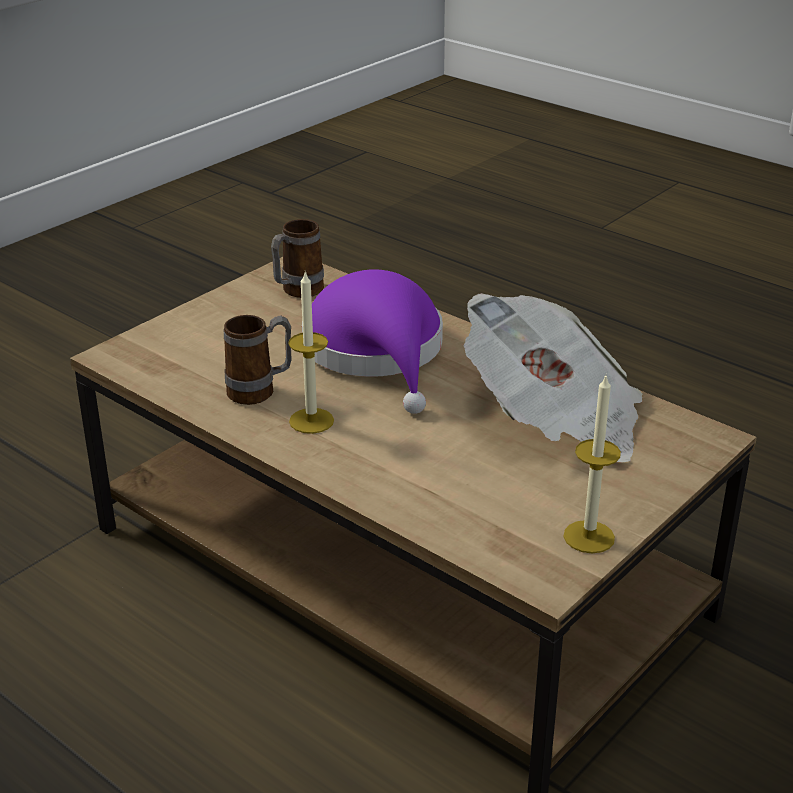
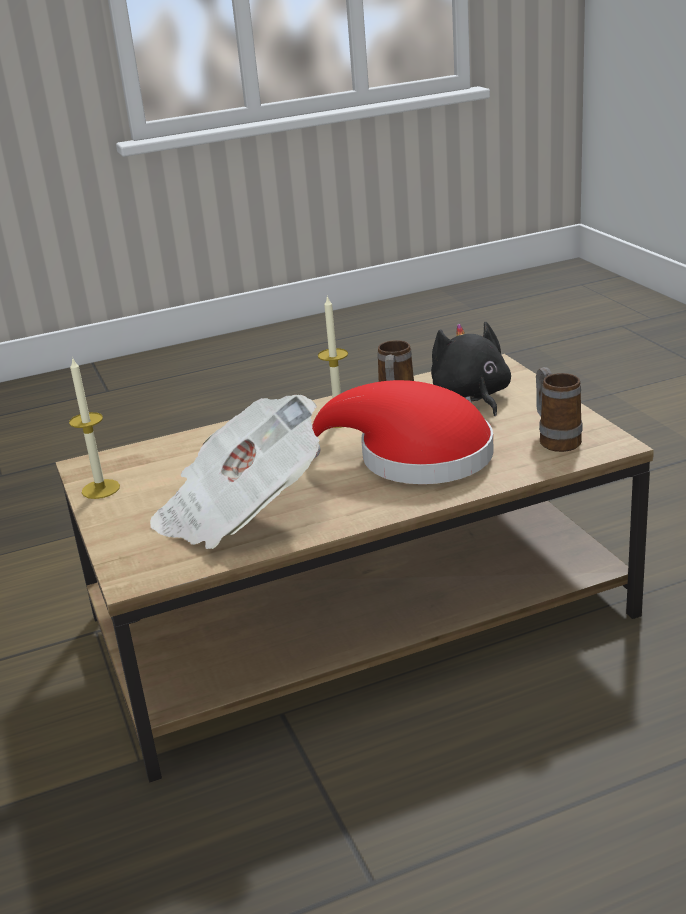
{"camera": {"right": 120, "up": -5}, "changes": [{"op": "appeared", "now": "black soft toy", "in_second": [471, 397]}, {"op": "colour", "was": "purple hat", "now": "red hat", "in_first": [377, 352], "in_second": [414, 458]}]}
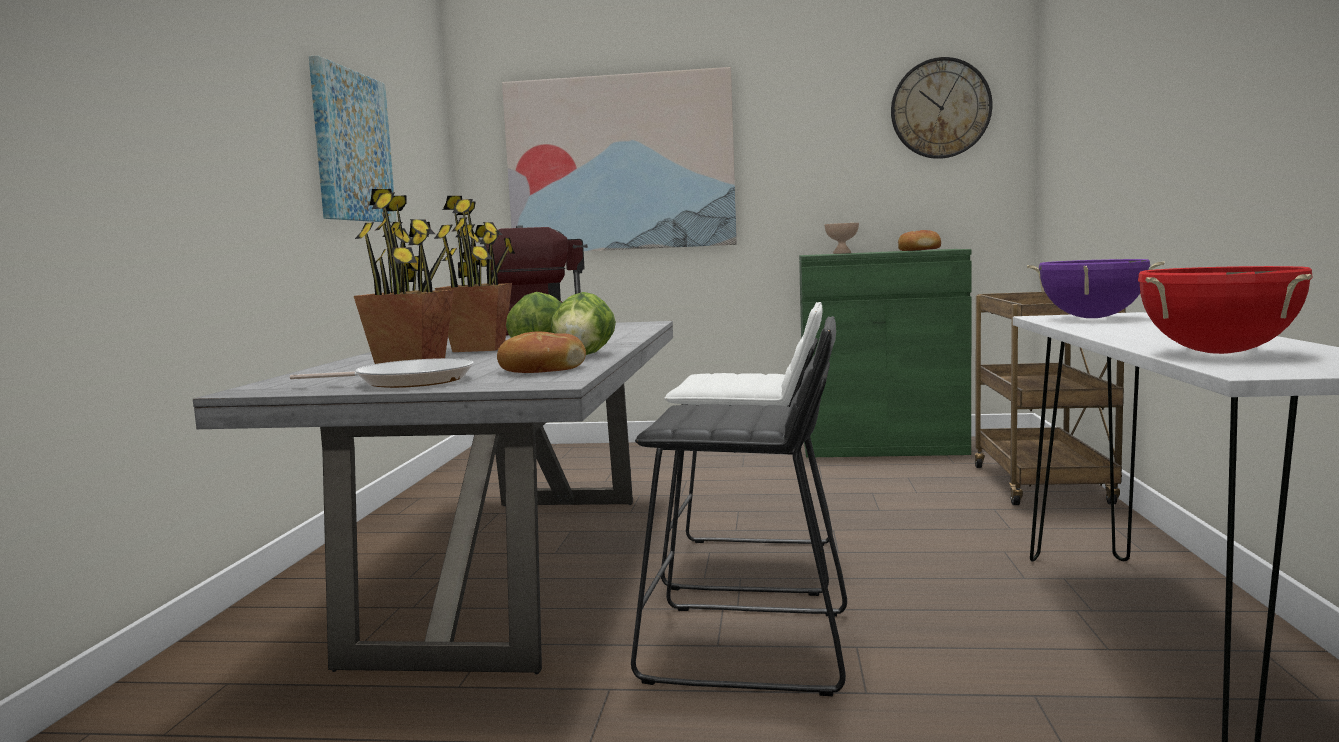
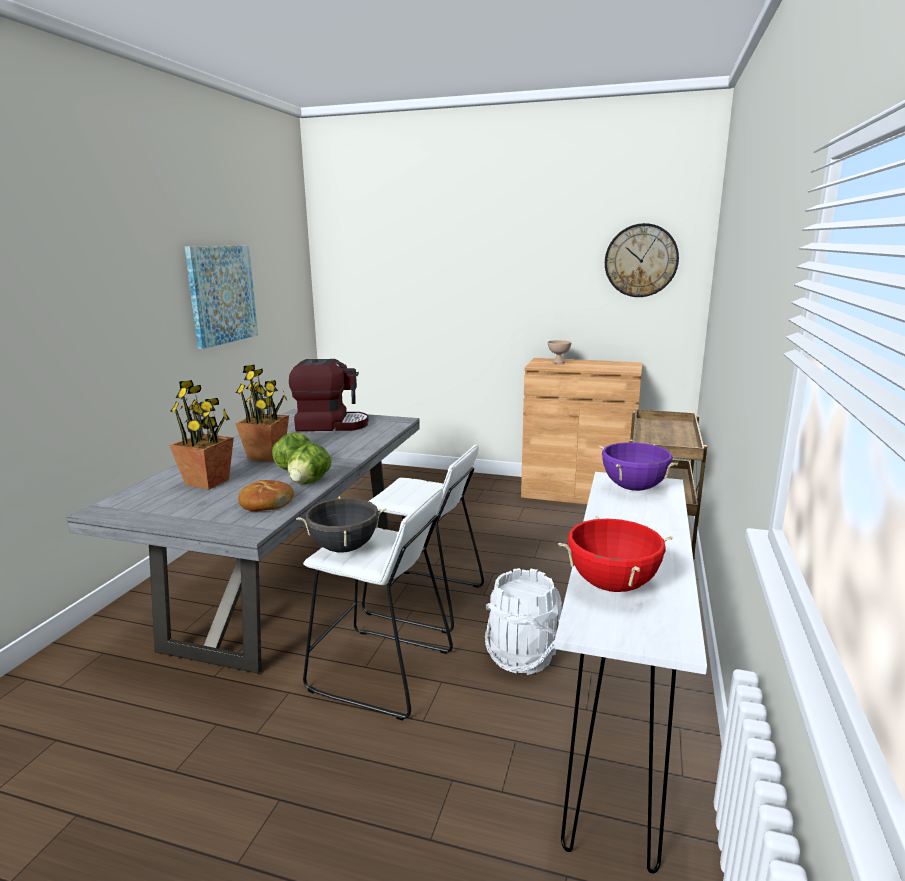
{"camera": {"right": 10, "up": 10}, "changes": [{"op": "missing", "was": "skillet", "in_first": [407, 381]}, {"op": "missing", "was": "wall picture", "in_first": [620, 163]}, {"op": "missing", "was": "baked bread", "in_first": [919, 250]}, {"op": "appeared", "now": "black saucepot", "in_second": [344, 548]}, {"op": "appeared", "now": "white-coloured pail", "in_second": [522, 656]}, {"op": "colour", "was": "black stool", "now": "white-coloured stool", "in_first": [747, 647], "in_second": [380, 672]}, {"op": "colour", "was": "green-coloured cabinet", "now": "brown-coloured cabinet", "in_first": [883, 447], "in_second": [577, 493]}]}
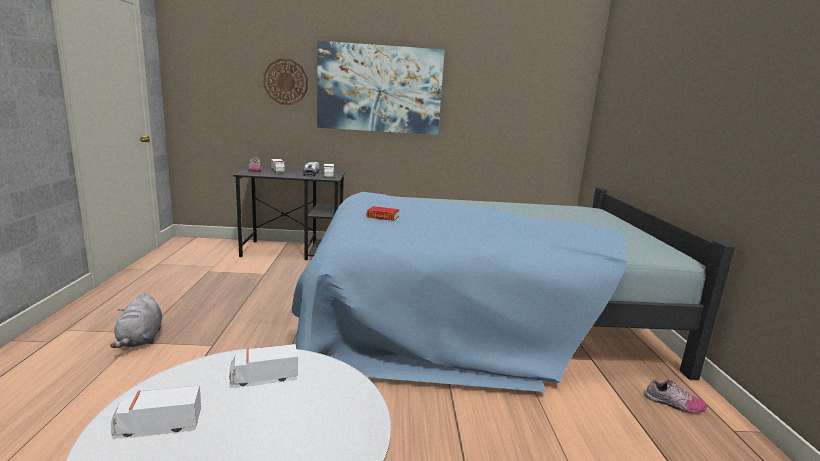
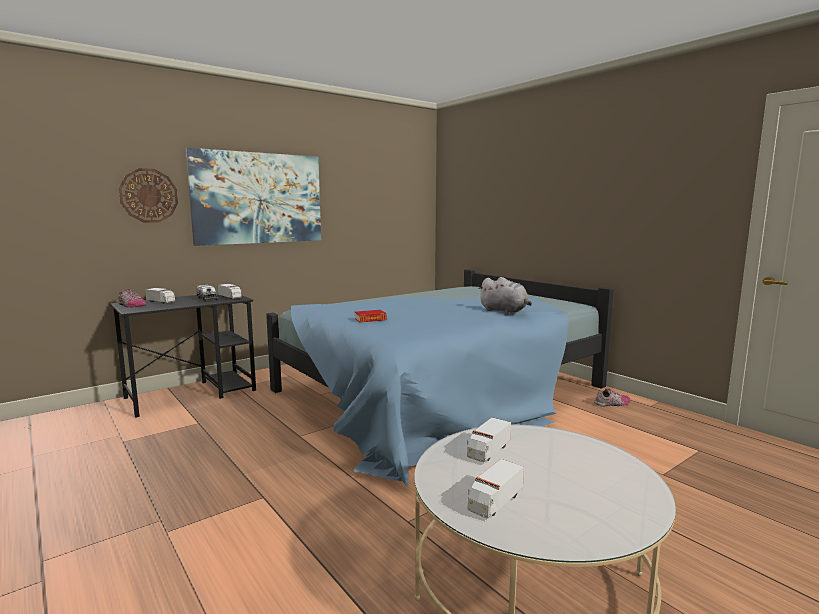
{"camera": {"right": -35, "up": -5}, "changes": [{"op": "relocated", "was": "greyish soft toy", "in_first": [140, 339], "in_second": [505, 311]}]}
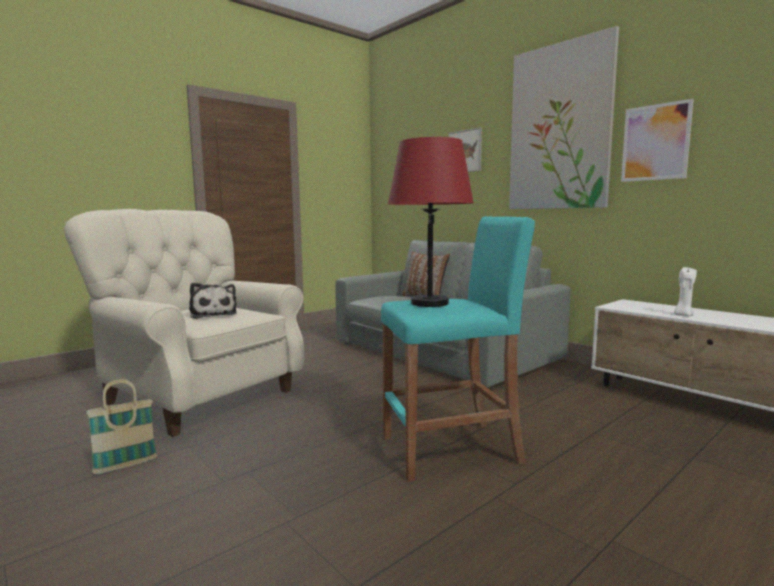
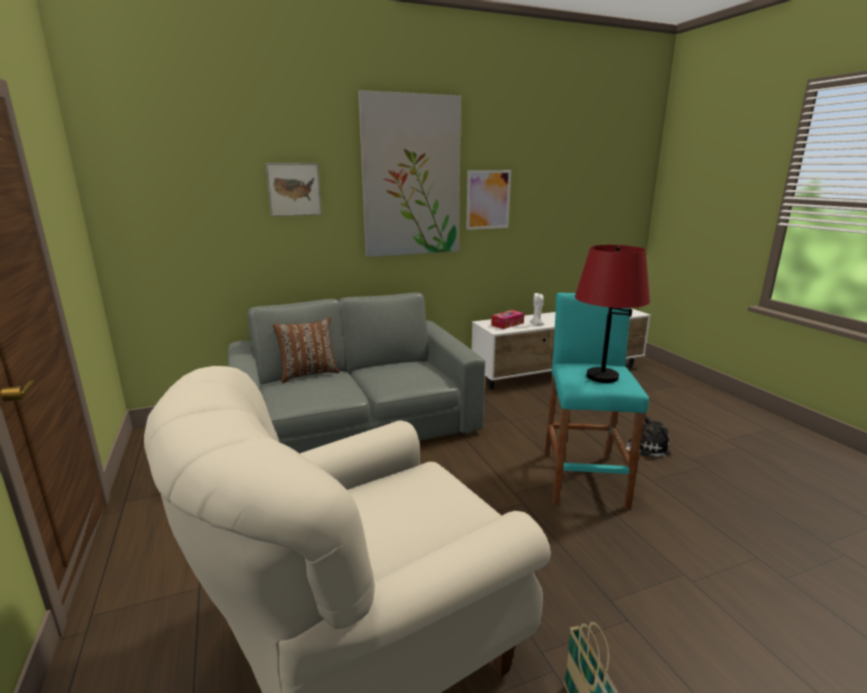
{"camera": {"right": -70, "up": 10}, "changes": [{"op": "appeared", "now": "box of tissues", "in_second": [507, 324]}, {"op": "relocated", "was": "soft toy", "in_first": [213, 314], "in_second": [645, 447]}]}
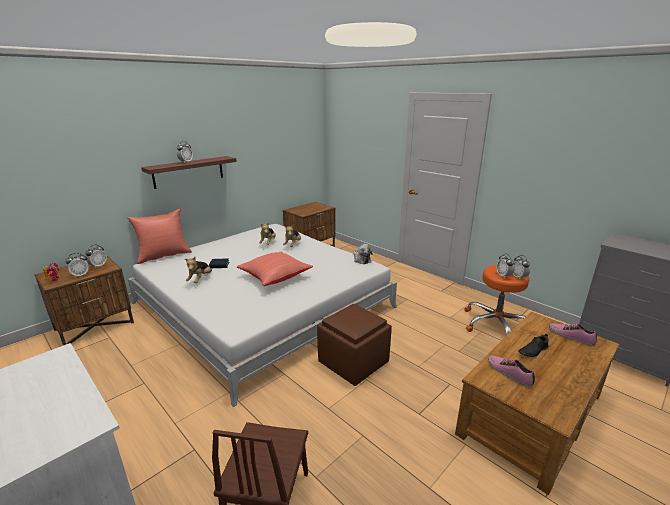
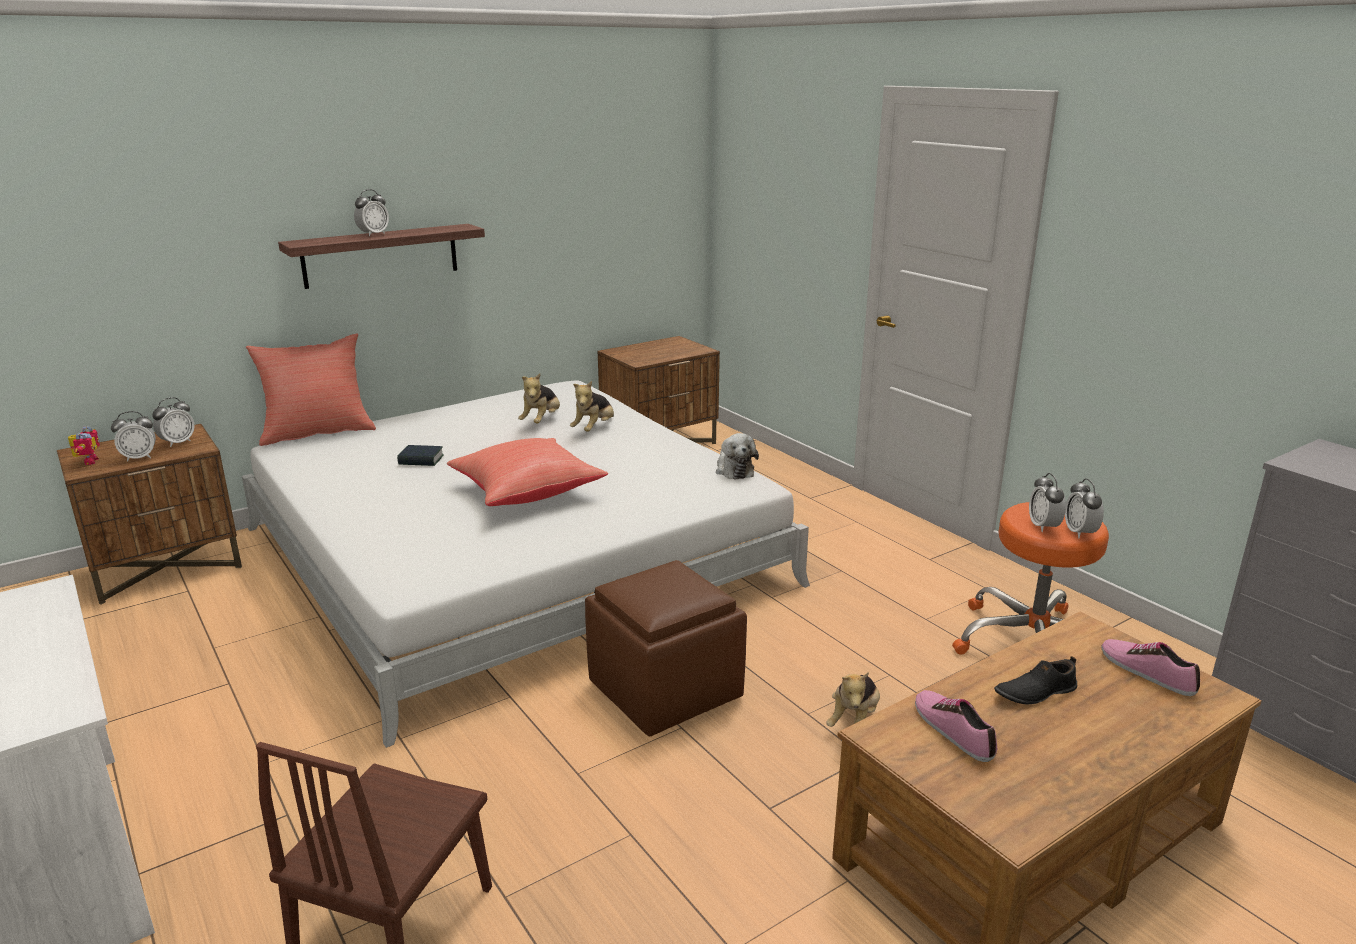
{"camera": {"right": 10, "up": 0}, "changes": [{"op": "relocated", "was": "soft toy", "in_first": [200, 280], "in_second": [854, 720]}]}
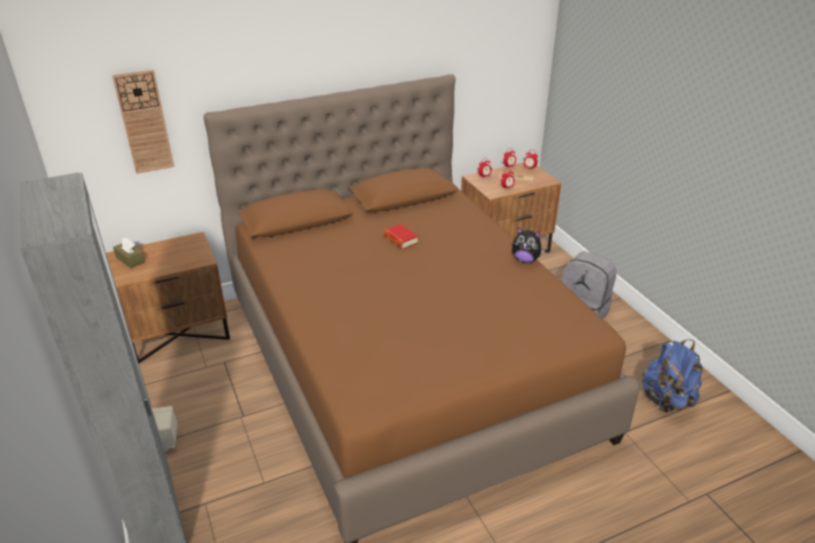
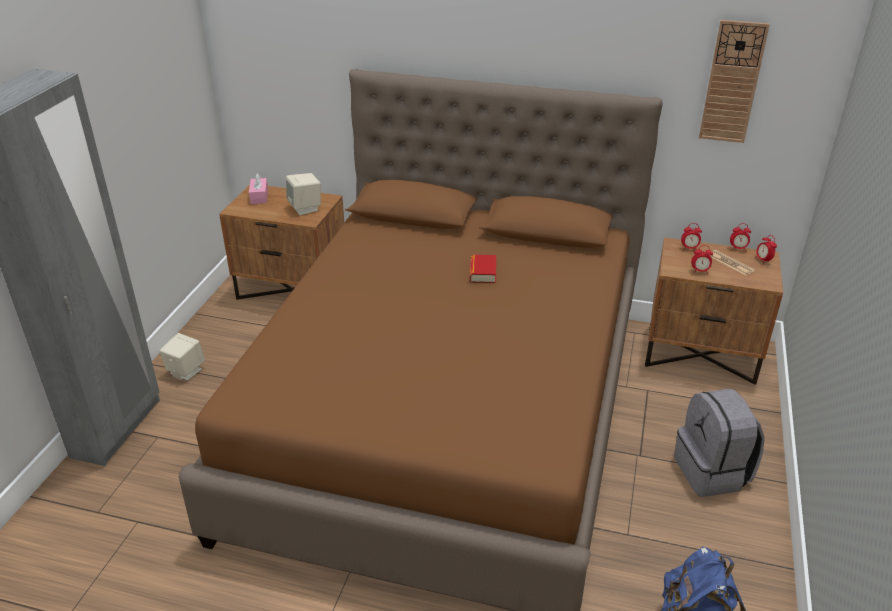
{"camera": {"right": 40, "up": 0}, "changes": [{"op": "missing", "was": "soft toy", "in_first": [525, 259]}, {"op": "appeared", "now": "sand-coloured speaker", "in_second": [305, 208]}, {"op": "relocated", "was": "hanging clock", "in_first": [144, 122], "in_second": [732, 82]}, {"op": "colour", "was": "brown-coloured box of tissues", "now": "pink box of tissues", "in_first": [130, 260], "in_second": [259, 196]}]}
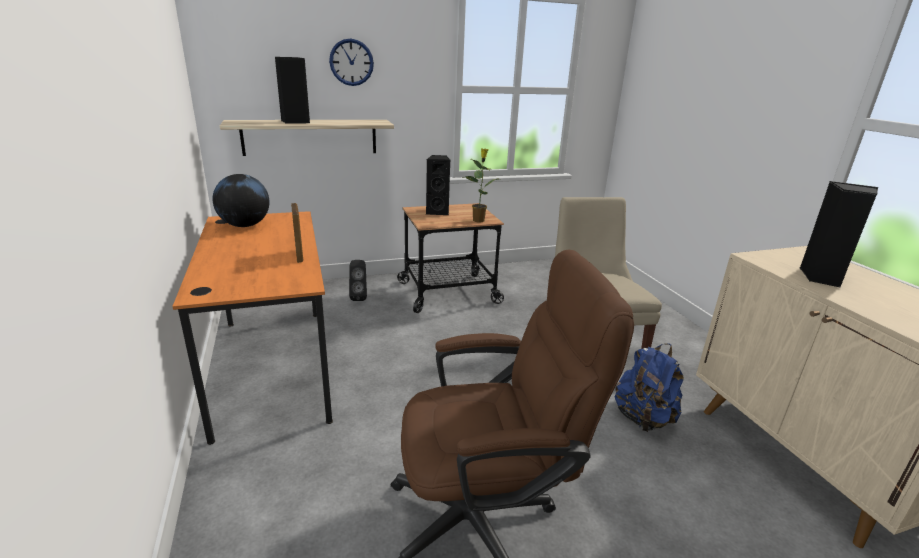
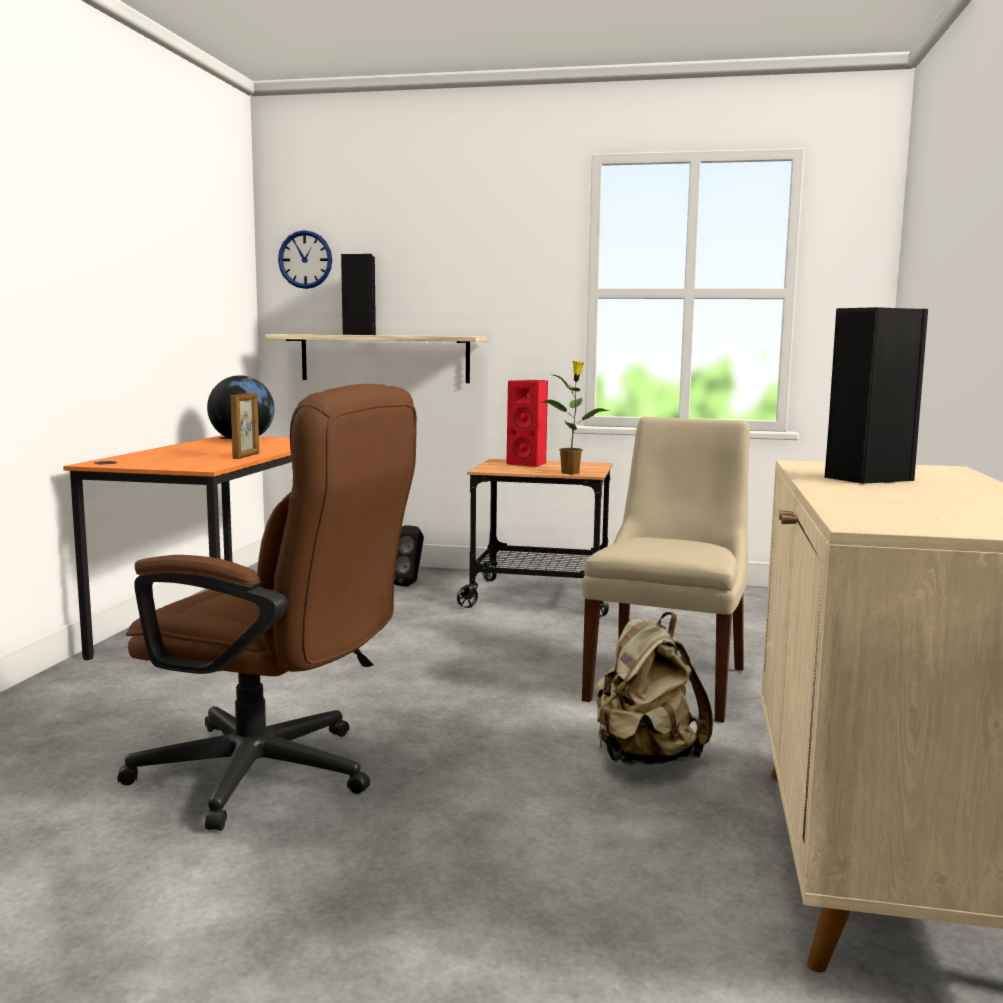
{"camera": {"right": 30, "up": -15}, "changes": [{"op": "relocated", "was": "hanging clock", "in_first": [351, 62], "in_second": [305, 259]}, {"op": "colour", "was": "black speaker", "now": "red speaker", "in_first": [437, 212], "in_second": [529, 464]}, {"op": "colour", "was": "bluish backpack", "now": "sand-coloured backpack", "in_first": [643, 418], "in_second": [645, 757]}]}
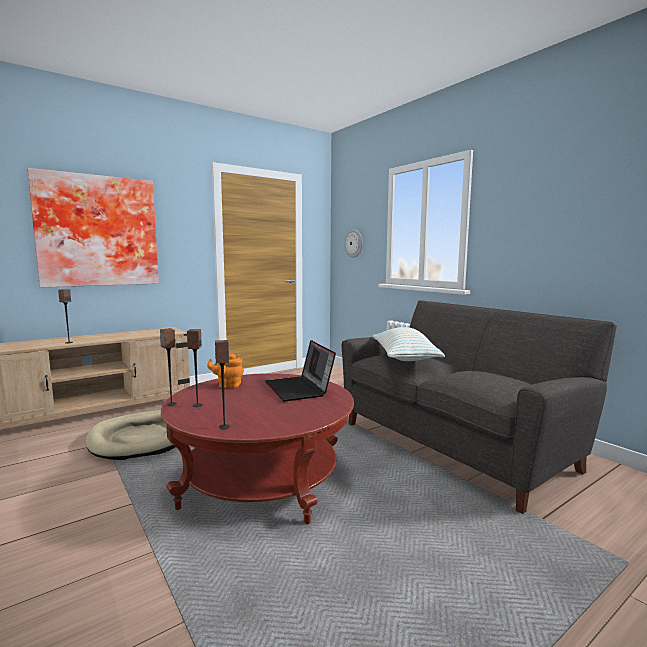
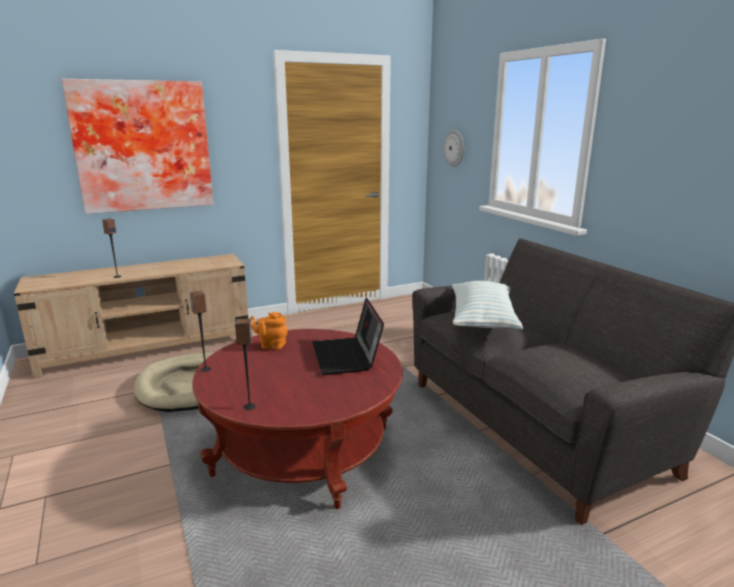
{"camera": {"right": 10, "up": 10}, "changes": [{"op": "missing", "was": "speaker", "in_first": [197, 405]}]}
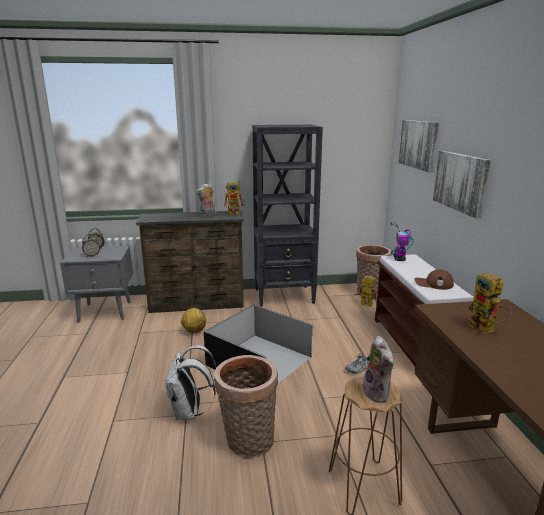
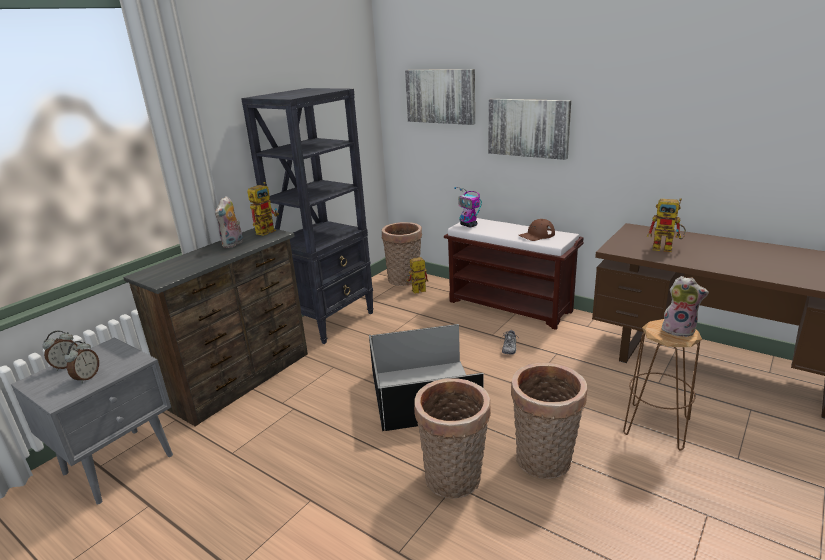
{"camera": {"right": -45, "up": 5}, "changes": [{"op": "missing", "was": "football", "in_first": [194, 331]}, {"op": "exchanged", "was": "white-coloured backpack", "now": "household basket", "in_first": [190, 412], "in_second": [454, 480]}]}
